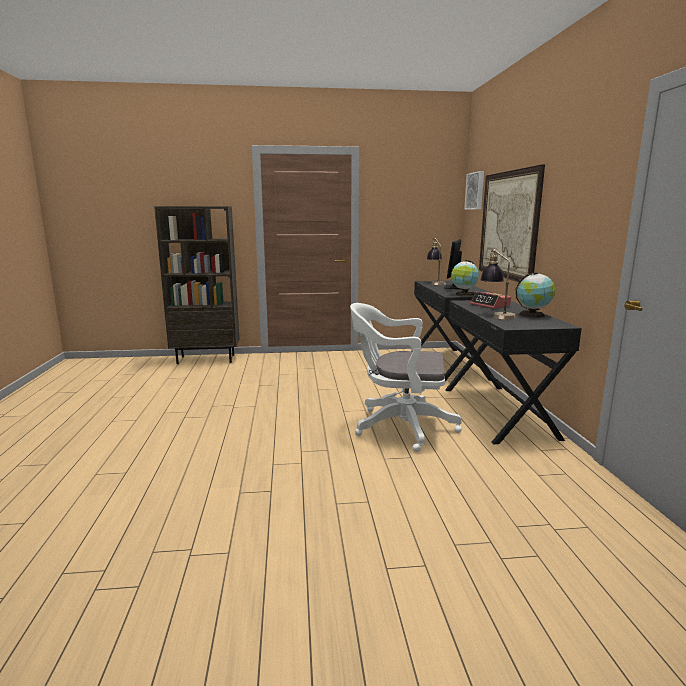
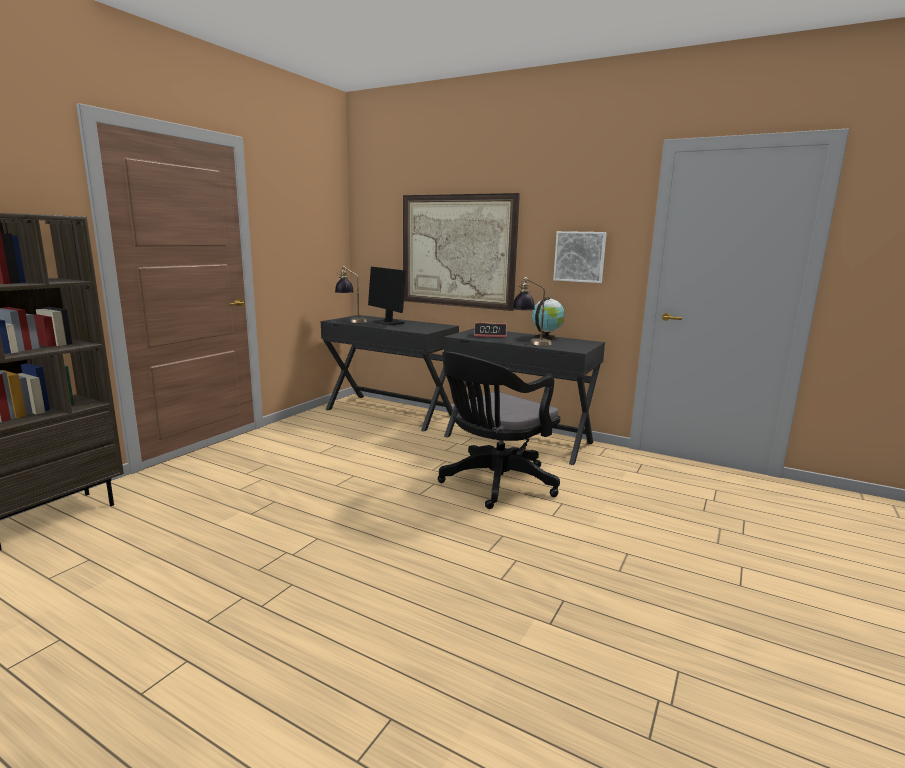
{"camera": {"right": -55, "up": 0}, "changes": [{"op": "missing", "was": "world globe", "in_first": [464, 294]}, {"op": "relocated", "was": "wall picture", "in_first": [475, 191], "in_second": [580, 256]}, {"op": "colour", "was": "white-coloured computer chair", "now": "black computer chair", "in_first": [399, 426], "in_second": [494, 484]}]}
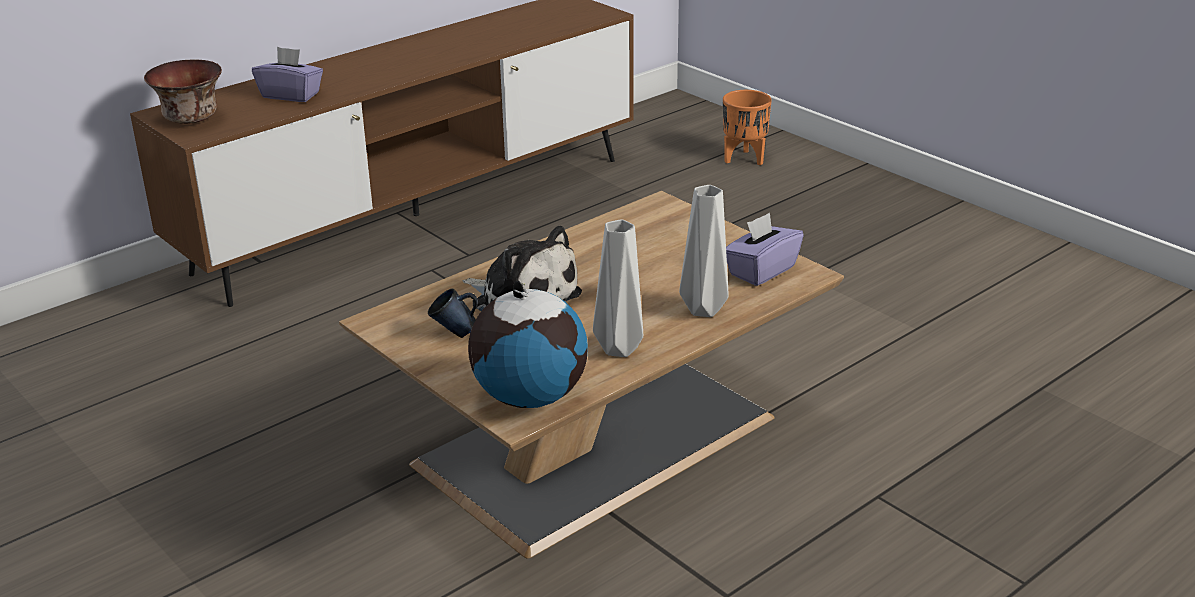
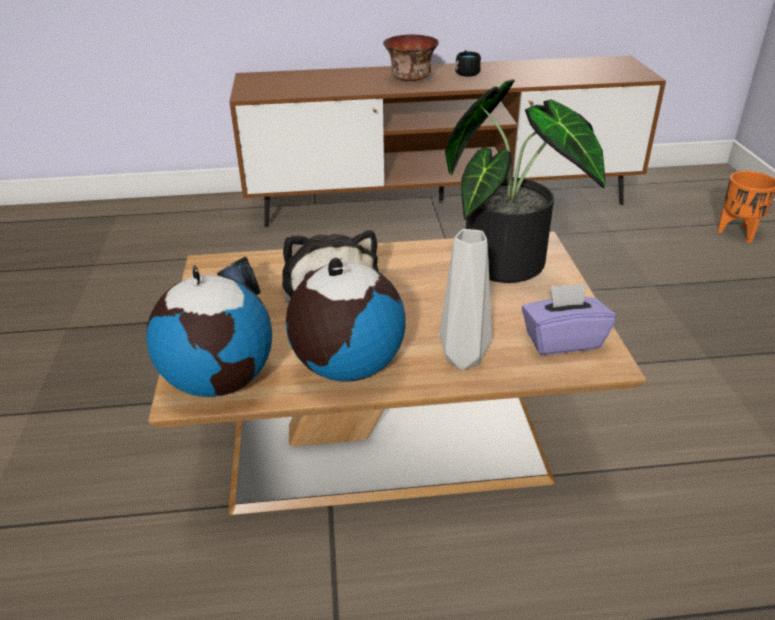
{"camera": {"right": 35, "up": 5}, "changes": [{"op": "missing", "was": "purple box of tissues", "in_first": [291, 95]}, {"op": "appeared", "now": "houseplant", "in_second": [514, 262]}, {"op": "appeared", "now": "black mug", "in_second": [467, 72]}, {"op": "relocated", "was": "deep dish", "in_first": [192, 118], "in_second": [411, 78]}, {"op": "exchanged", "was": "greyish flower vase", "now": "world globe", "in_first": [621, 348], "in_second": [347, 367]}]}
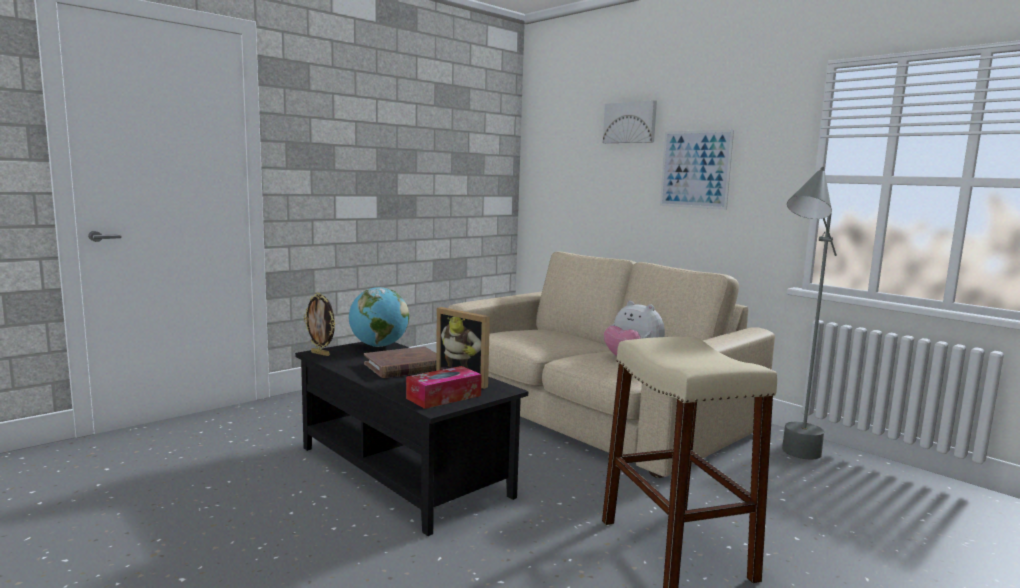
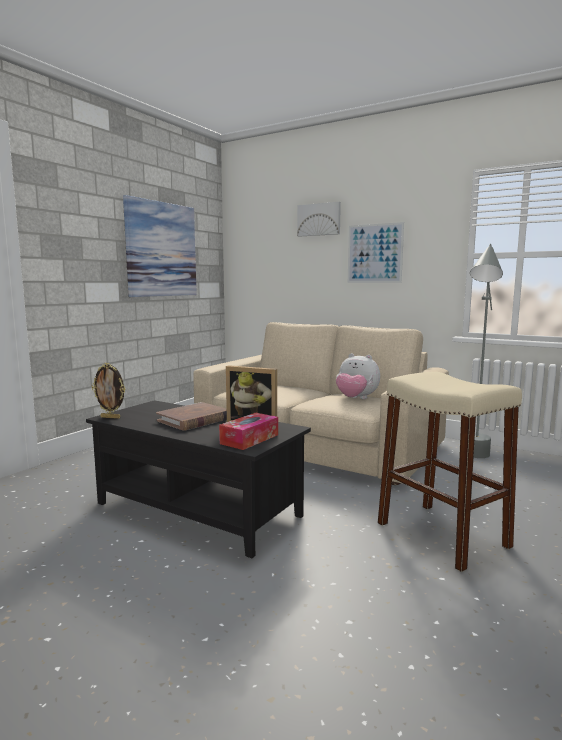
{"camera": {"right": -15, "up": 0}, "changes": [{"op": "missing", "was": "world globe", "in_first": [378, 346]}, {"op": "appeared", "now": "wall picture", "in_second": [161, 249]}]}
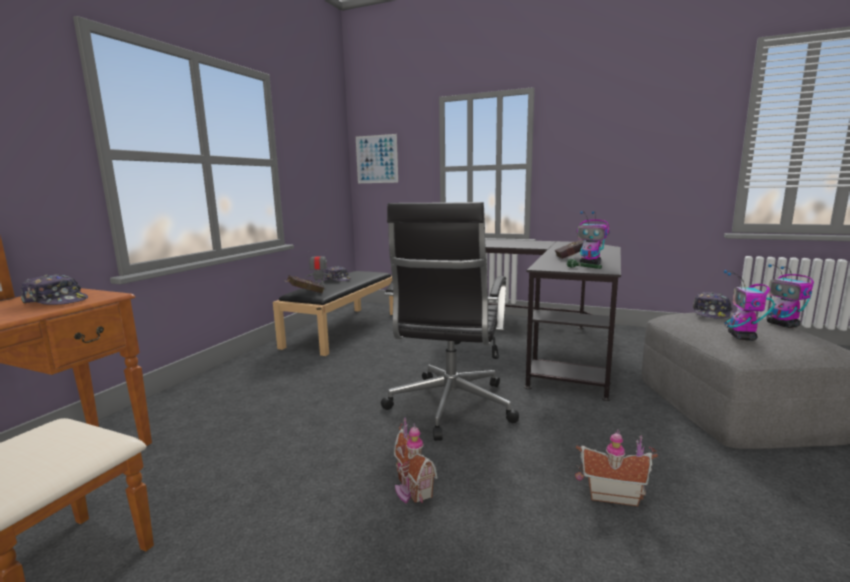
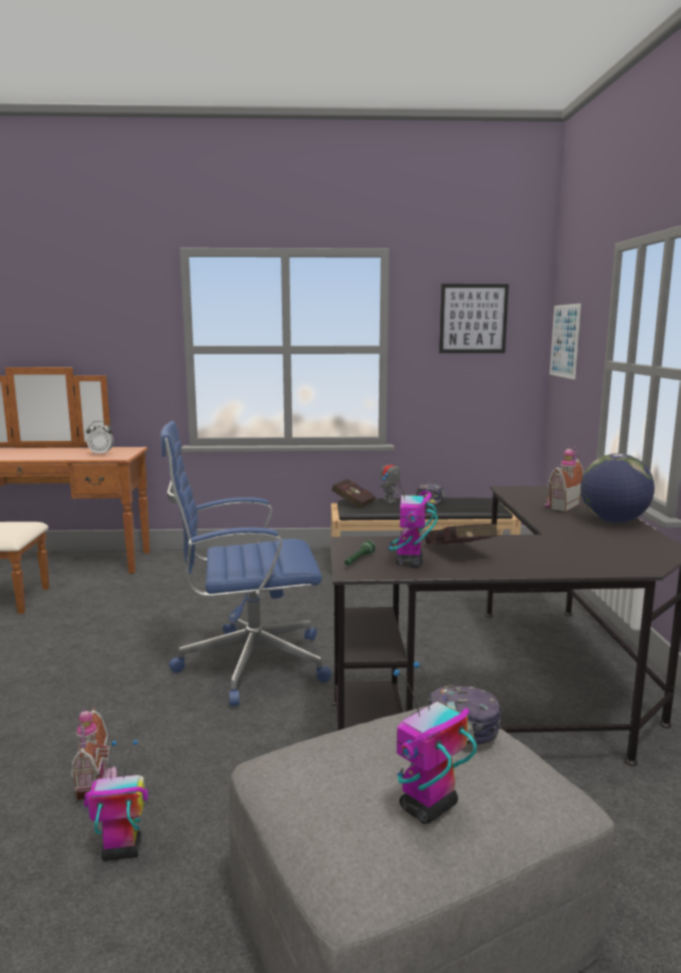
{"camera": {"right": 65, "up": 0}, "changes": [{"op": "appeared", "now": "wall picture", "in_second": [473, 318]}, {"op": "appeared", "now": "world globe", "in_second": [613, 521]}, {"op": "relocated", "was": "toy house", "in_first": [411, 490], "in_second": [560, 506]}, {"op": "relocated", "was": "toy robot", "in_first": [742, 337], "in_second": [121, 851]}, {"op": "exchanged", "was": "peaked cap", "now": "alarm clock", "in_first": [56, 301], "in_second": [101, 454]}, {"op": "colour", "was": "black computer chair", "now": "bluish computer chair", "in_first": [449, 407], "in_second": [248, 664]}]}
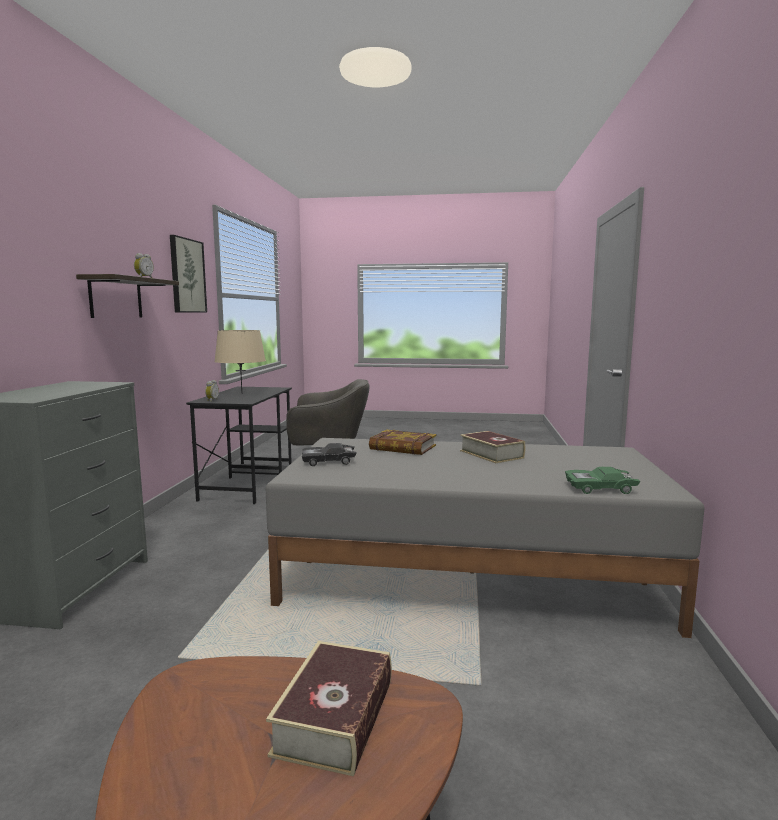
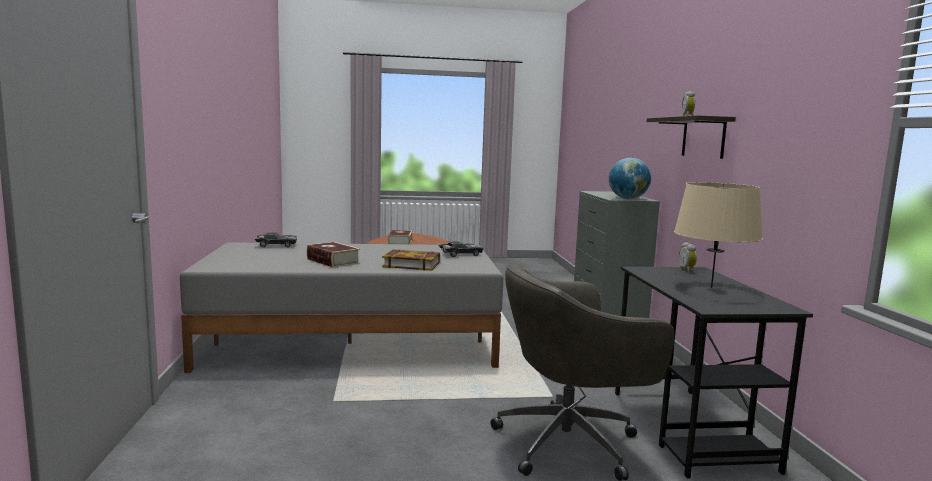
{"camera": {"right": 165, "up": 0}, "changes": [{"op": "missing", "was": "wall picture", "in_first": [187, 276]}, {"op": "appeared", "now": "world globe", "in_second": [628, 198]}, {"op": "colour", "was": "green-coloured miniature car", "now": "black miniature car", "in_first": [600, 488], "in_second": [276, 245]}]}
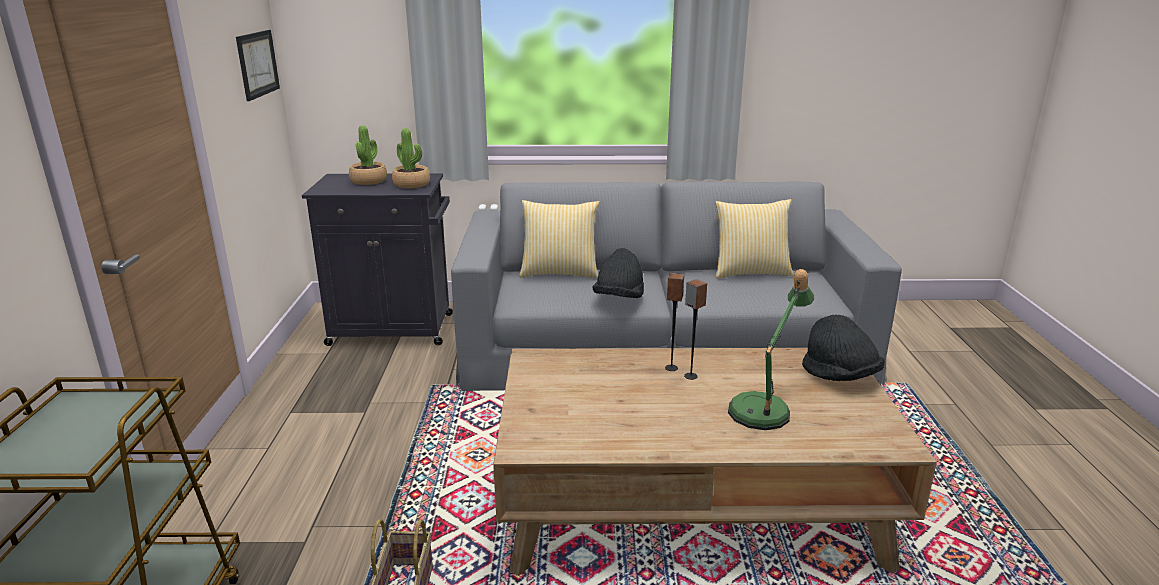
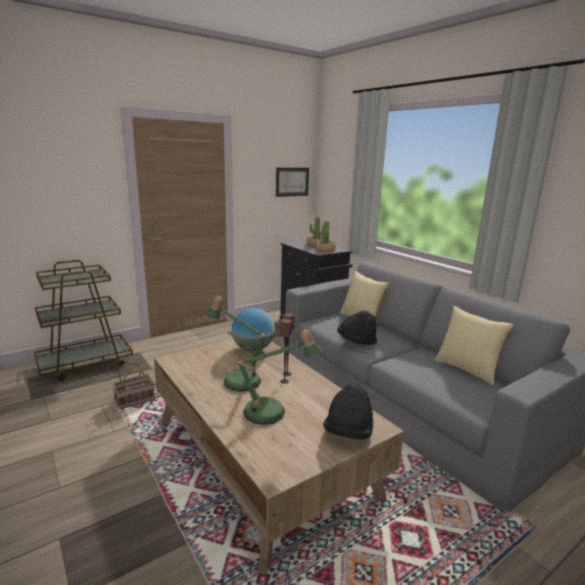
{"camera": {"right": 55, "up": -5}, "changes": [{"op": "appeared", "now": "tabletop lamp", "in_second": [237, 379]}, {"op": "appeared", "now": "world globe", "in_second": [253, 349]}]}
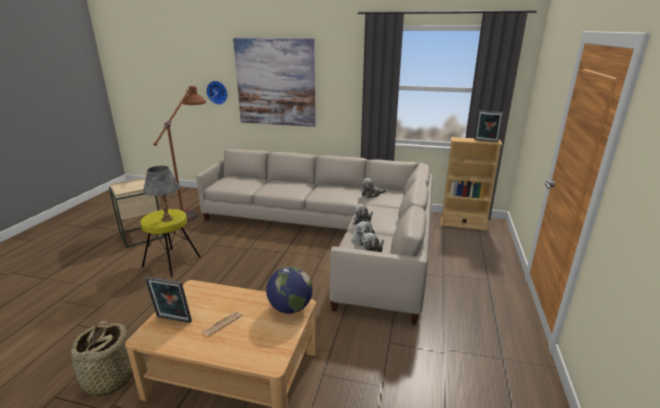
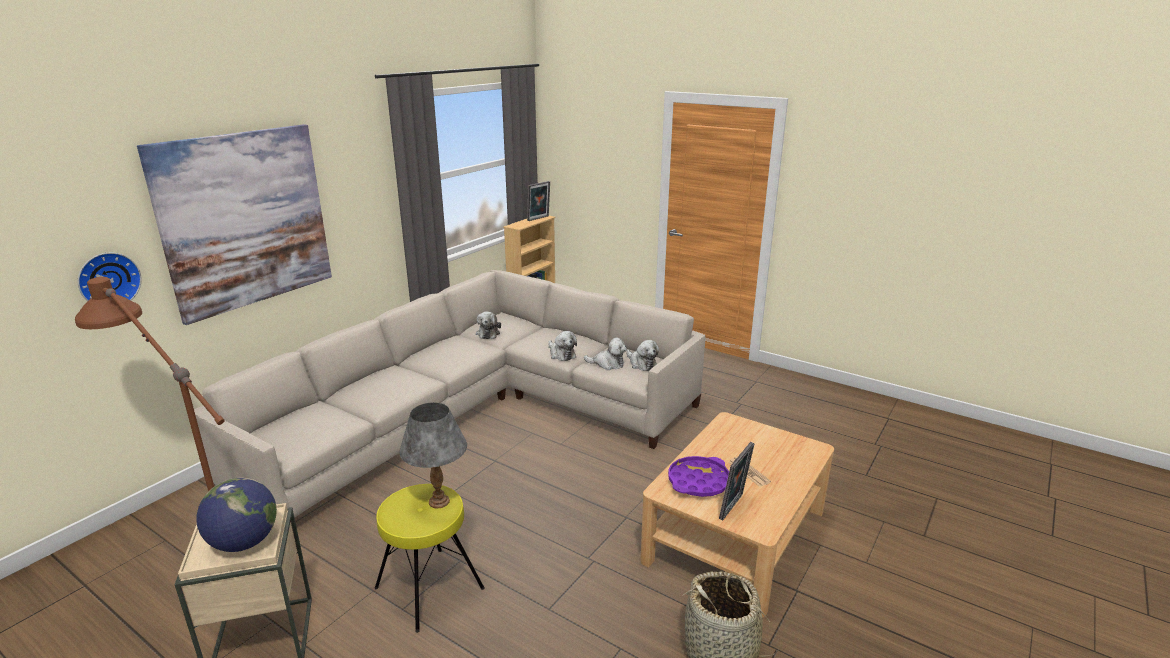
{"camera": {"right": -70, "up": 0}, "changes": [{"op": "appeared", "now": "purple serving tray", "in_second": [698, 481]}, {"op": "relocated", "was": "world globe", "in_first": [290, 308], "in_second": [244, 542]}]}
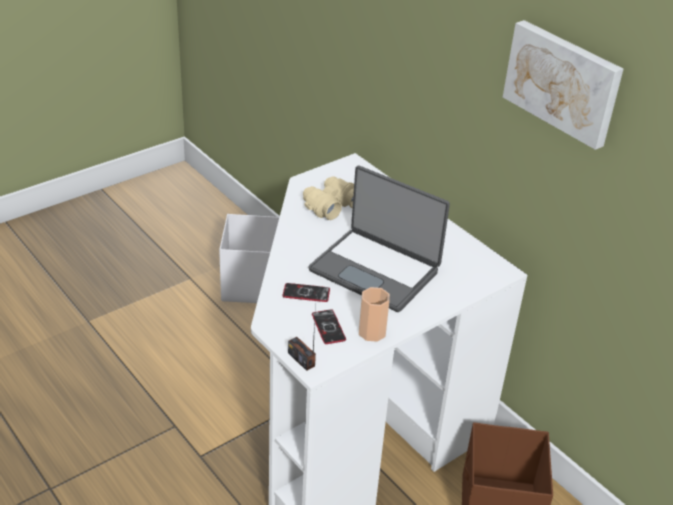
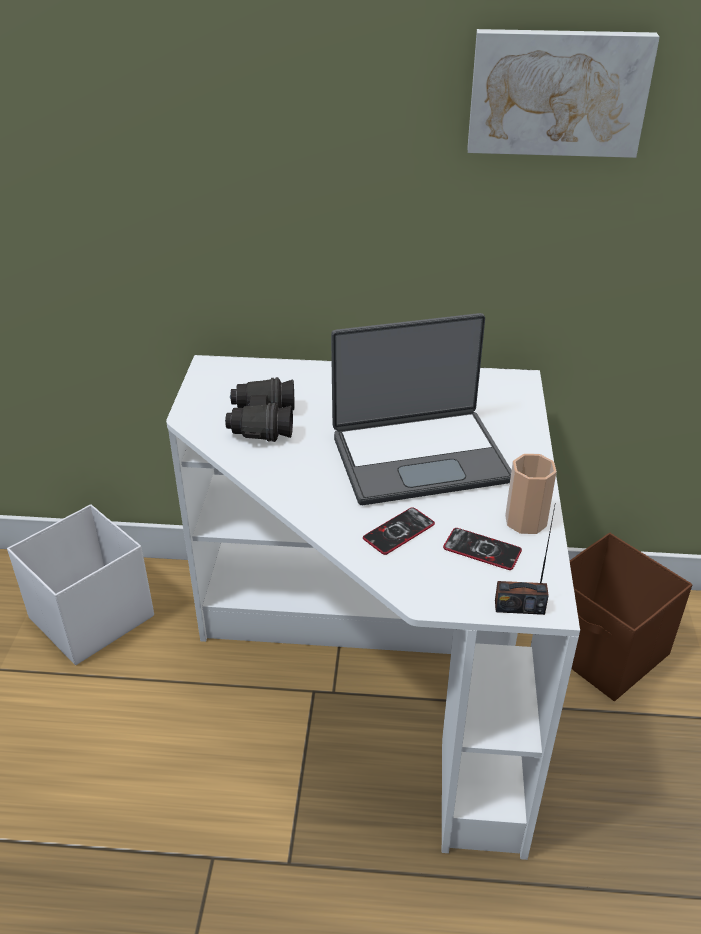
{"camera": {"right": -45, "up": 0}, "changes": [{"op": "colour", "was": "sand-coloured binoculars", "now": "black binoculars", "in_first": [330, 205], "in_second": [262, 422]}]}
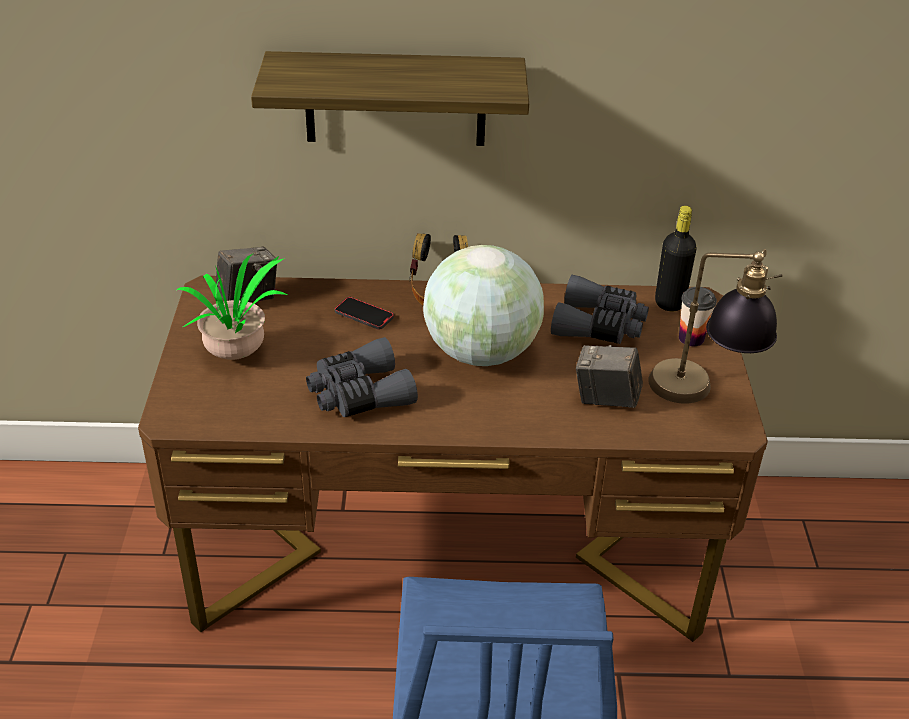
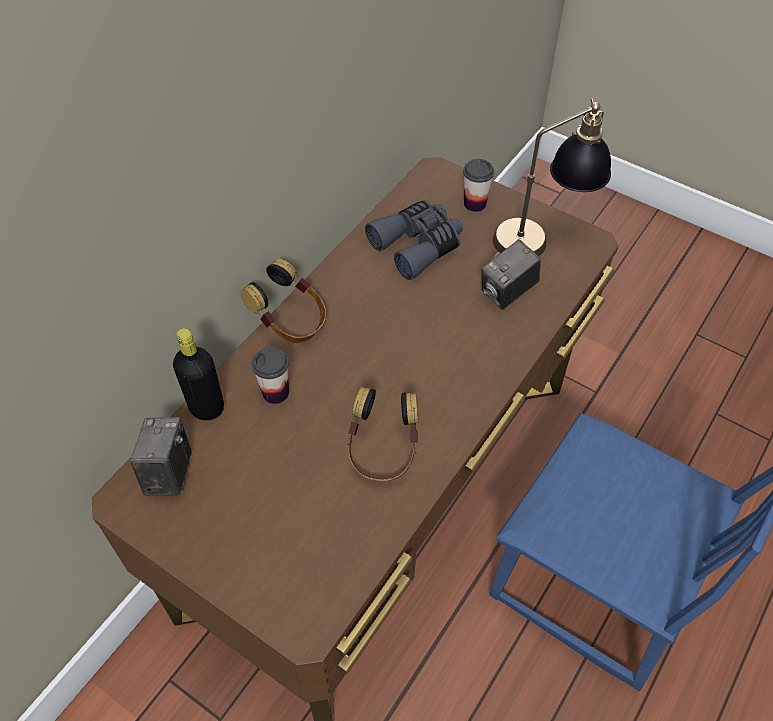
{"camera": {"right": -55, "up": 15}, "changes": [{"op": "missing", "was": "houseplant", "in_first": [240, 355]}, {"op": "missing", "was": "wall shelf", "in_first": [395, 99]}, {"op": "missing", "was": "world globe", "in_first": [480, 352]}, {"op": "relocated", "was": "black bottle", "in_first": [669, 303], "in_second": [207, 407]}, {"op": "exchanged", "was": "greyish binoculars", "now": "headset", "in_first": [359, 394], "in_second": [383, 452]}, {"op": "exchanged", "was": "telephone", "now": "drinking cup", "in_first": [364, 315], "in_second": [275, 392]}]}
